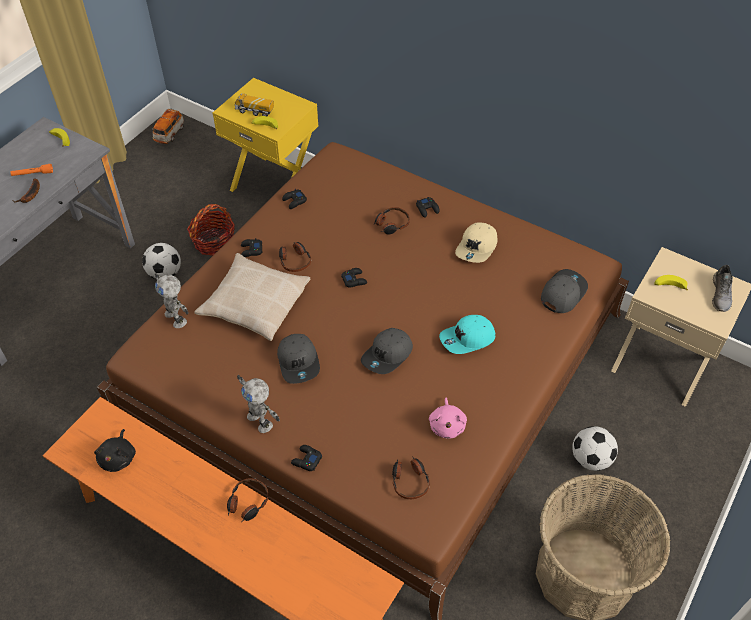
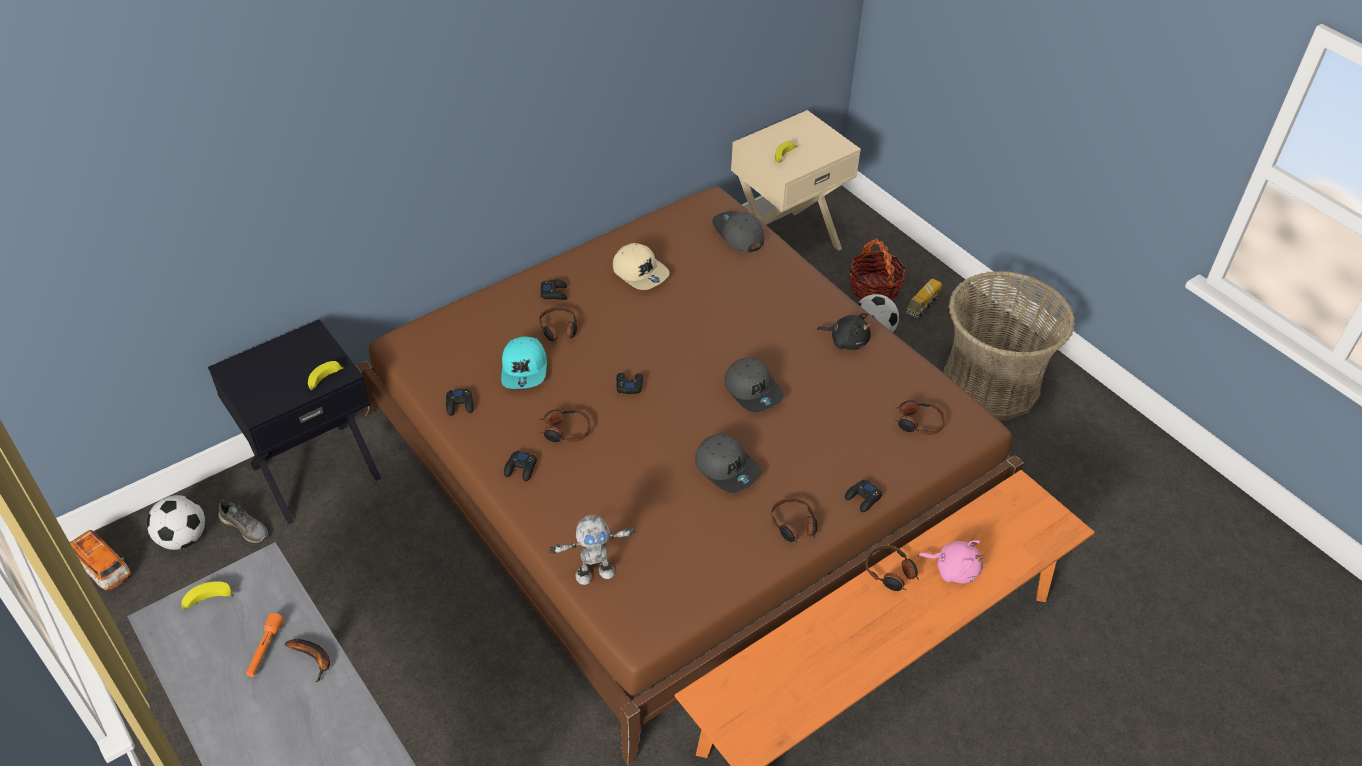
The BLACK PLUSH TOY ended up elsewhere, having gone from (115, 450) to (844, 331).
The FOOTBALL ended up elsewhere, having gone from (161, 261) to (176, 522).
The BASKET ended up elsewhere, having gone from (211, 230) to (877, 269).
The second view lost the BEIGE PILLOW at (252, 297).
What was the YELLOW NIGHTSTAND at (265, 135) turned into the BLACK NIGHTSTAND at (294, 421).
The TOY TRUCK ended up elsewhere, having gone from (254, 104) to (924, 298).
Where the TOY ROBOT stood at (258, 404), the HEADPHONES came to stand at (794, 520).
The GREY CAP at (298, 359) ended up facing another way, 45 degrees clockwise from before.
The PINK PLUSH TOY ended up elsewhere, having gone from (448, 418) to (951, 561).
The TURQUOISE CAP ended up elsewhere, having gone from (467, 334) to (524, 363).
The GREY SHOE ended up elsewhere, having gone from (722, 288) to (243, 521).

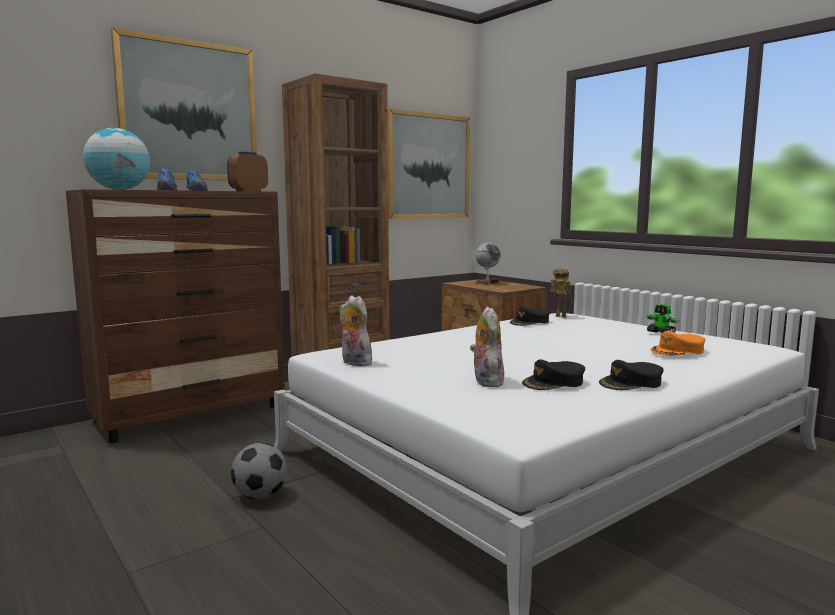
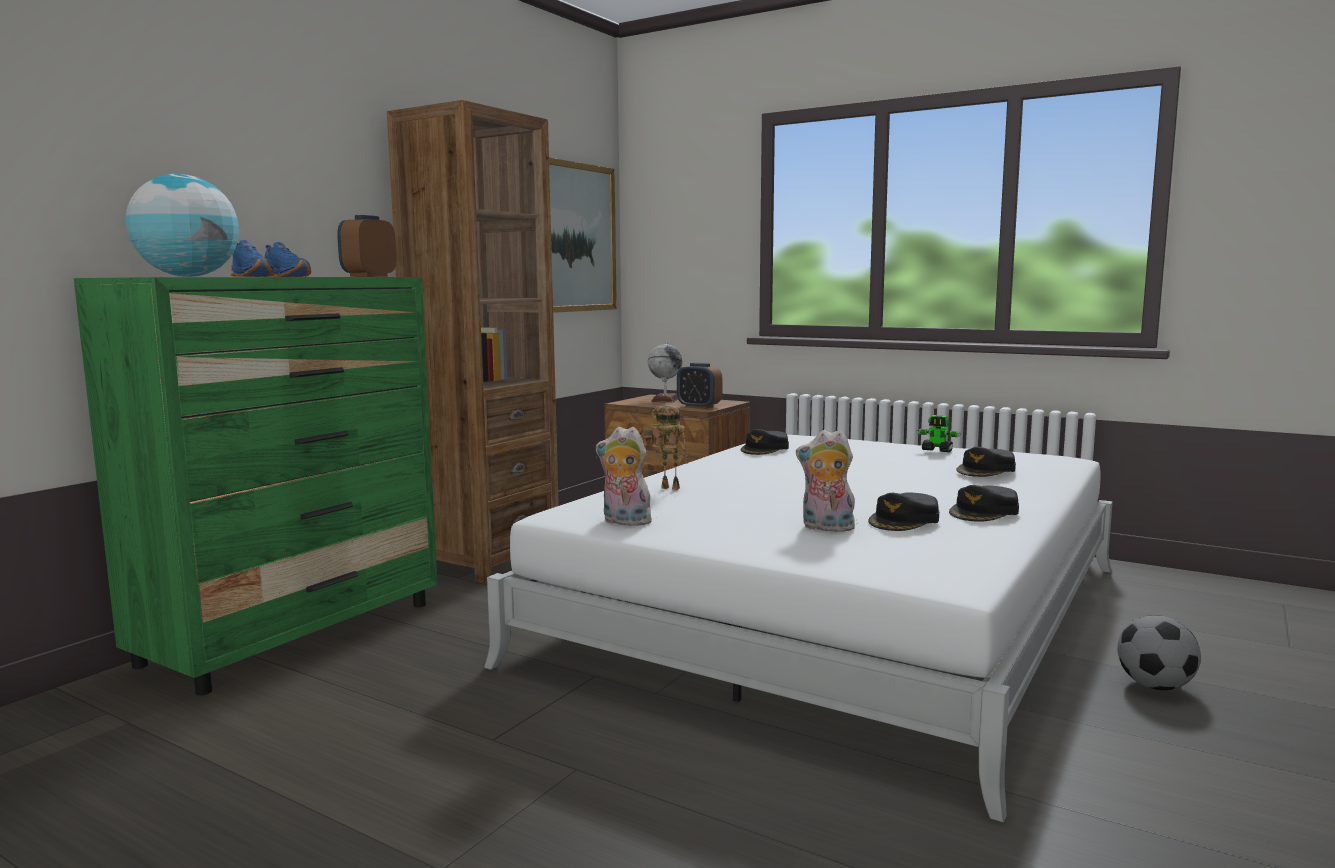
What was the BROWN DRESSER at (175, 316) turned into the GREEN DRESSER at (256, 486).
The second view lost the PICTURE at (184, 103).
The FOOTBALL ended up elsewhere, having gone from (259, 471) to (1159, 652).
The PLUSH TOY at (487, 347) ended up facing another way, 45 degrees counterclockwise from before.
The TOY ROBOT ended up elsewhere, having gone from (561, 293) to (670, 447).
What was the ORANGE CAP at (677, 343) turned into the BLACK CAP at (986, 462).
The second view gained the ALARM CLOCK at (699, 385).

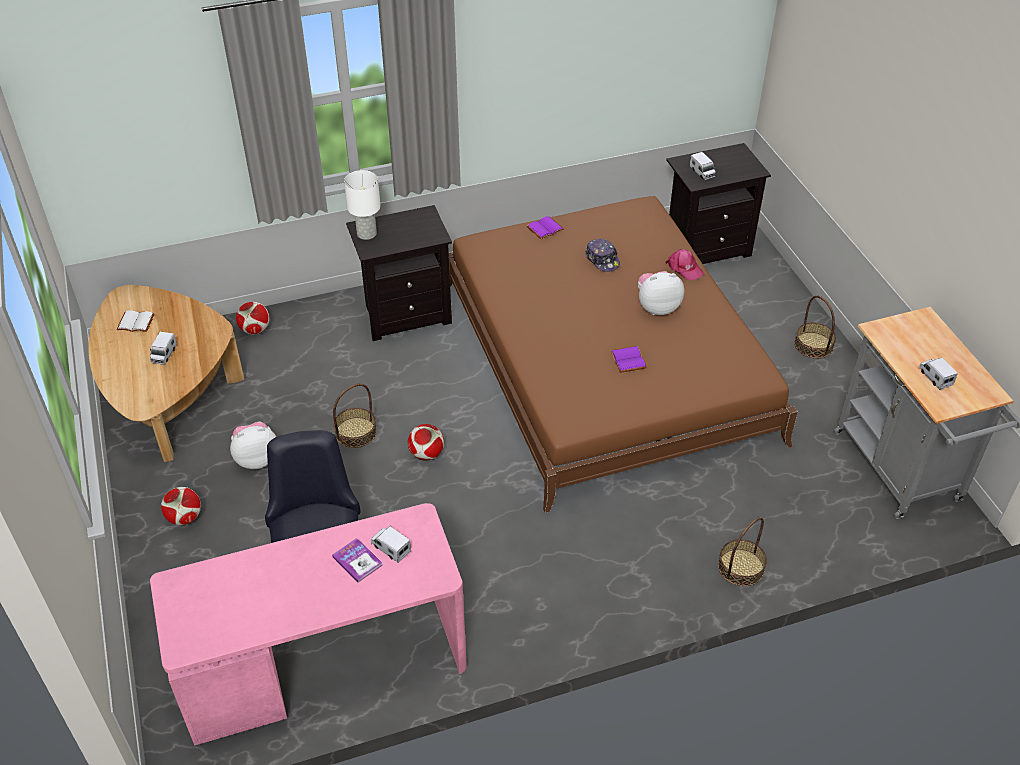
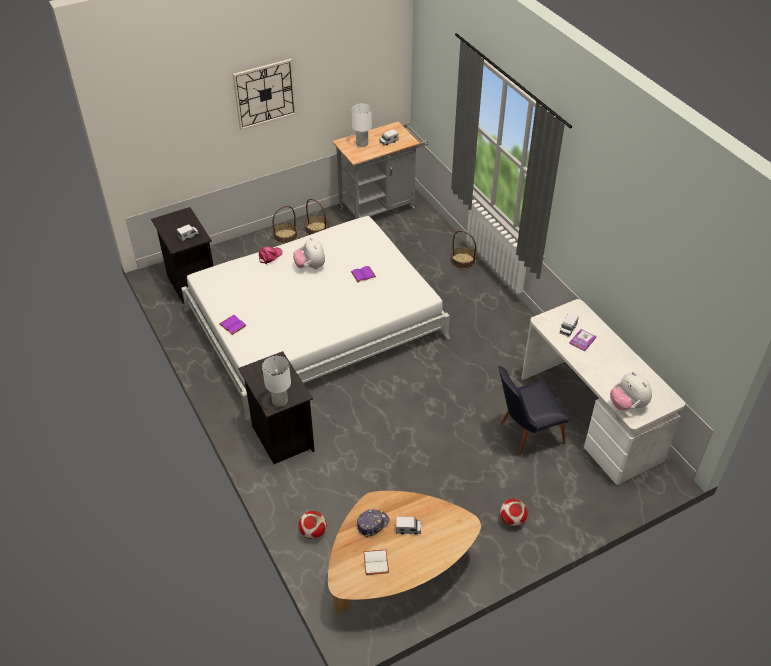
What was the PINK DESK at (308, 624) turned into the WHITE DESK at (603, 392).
The PLUSH TOY ended up elsewhere, having gone from (253, 445) to (631, 391).
The BASKET ended up elsewhere, having gone from (355, 416) to (317, 217).
The second view lost the FOOTBALL at (426, 442).
What was the BROWN BED at (623, 354) turned into the WHITE BED at (315, 318).
The CAP ended up elsewhere, having gone from (602, 255) to (373, 523).
The second view gained the WALL CLOCK at (265, 94).
The second view gained the WHITE TABLE LAMP at (361, 125).

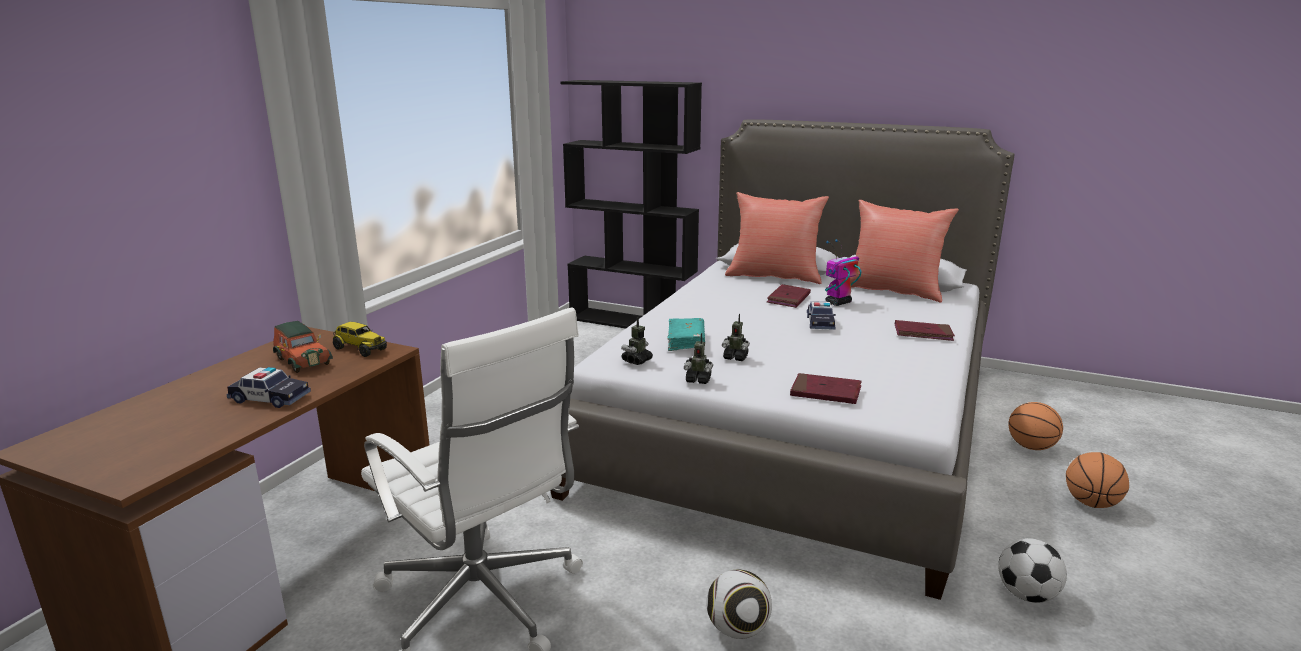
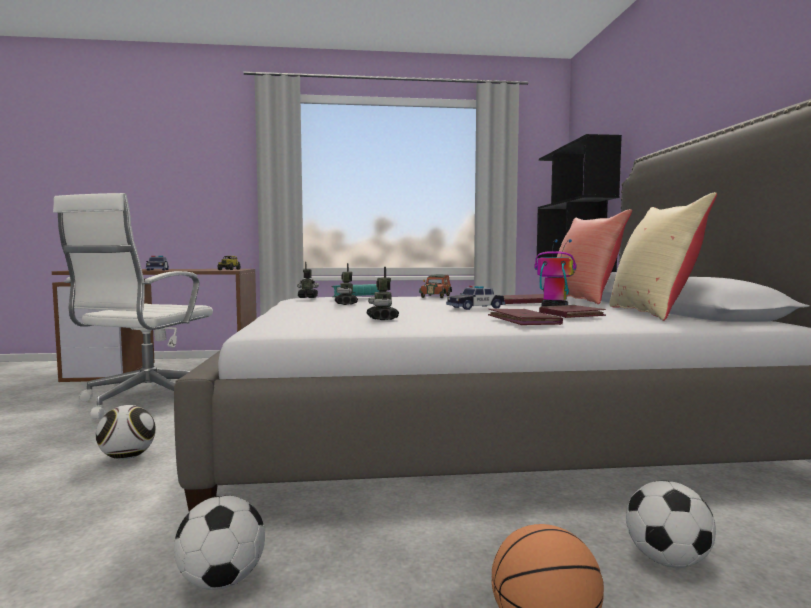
The TOY CAR ended up elsewhere, having gone from (303, 347) to (435, 286).
The TOY ROBOT ended up elsewhere, having gone from (698, 358) to (383, 293).
The RED BOOK ended up elsewhere, having gone from (826, 388) to (572, 311).
What was the RED PILLOW at (904, 251) turned into the BEIGE PILLOW at (663, 256).
Where the BASKETBALL stood at (1036, 426), the FOOTBALL came to stand at (671, 524).

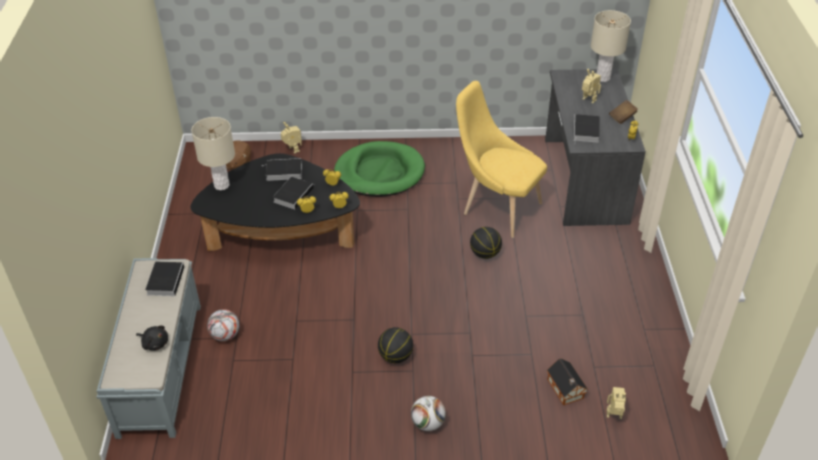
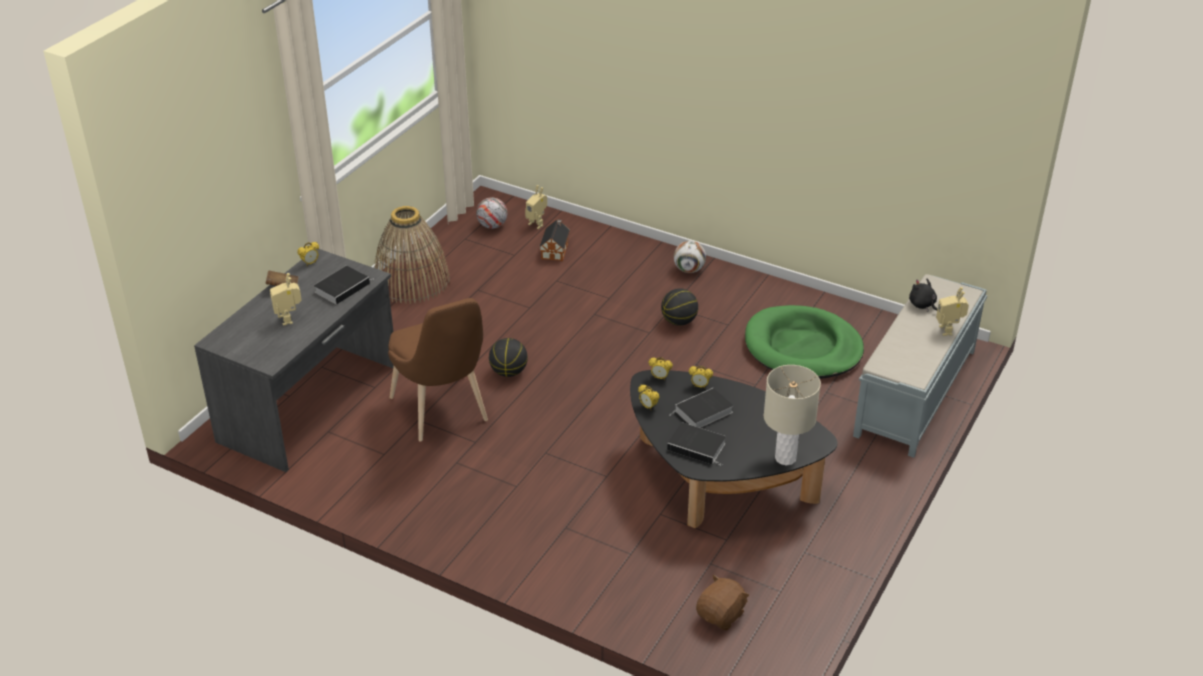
The second view lost the BOOK at (164, 279).
The FOOTBALL ended up elsewhere, having gone from (223, 325) to (491, 213).
The TOY ROBOT ended up elsewhere, having gone from (291, 138) to (952, 311).
The GREEN DOG BED ended up elsewhere, having gone from (379, 169) to (804, 342).
What was the YELLOW CHAIR at (501, 159) turned into the BROWN CHAIR at (438, 370).
The second view lost the BEIGE TABLE LAMP at (611, 46).
The second view gained the BASKET at (412, 255).

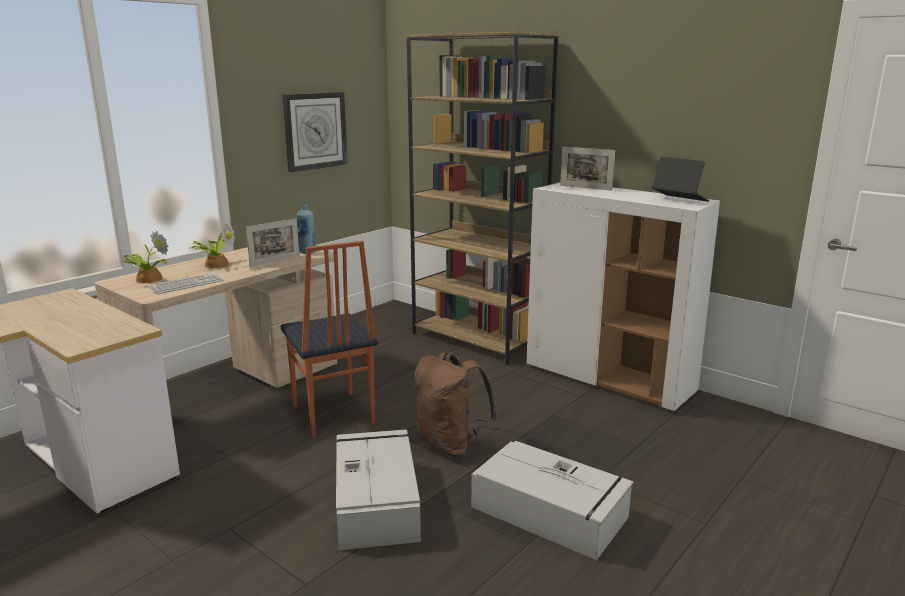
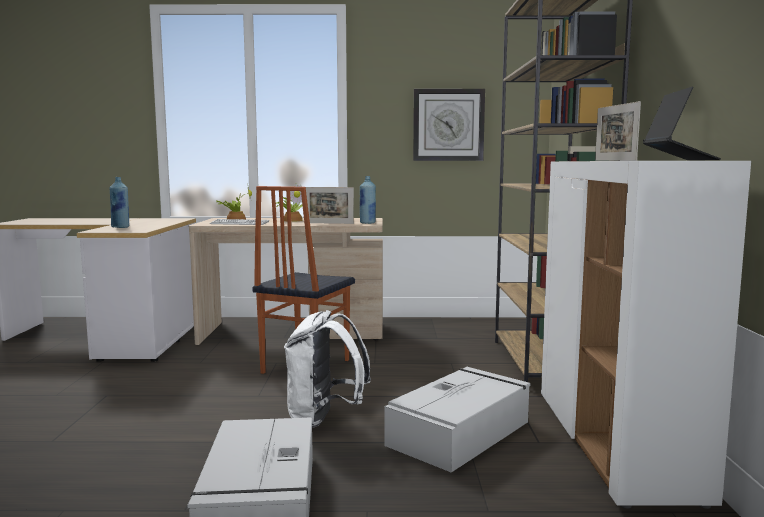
The GREY STORAGE BOX ended up elsewhere, having gone from (378, 489) to (458, 420).
What was the BROWN BACKPACK at (456, 404) turned into the WHITE BACKPACK at (327, 369).
The second view gained the BLUE BOTTLE at (119, 202).

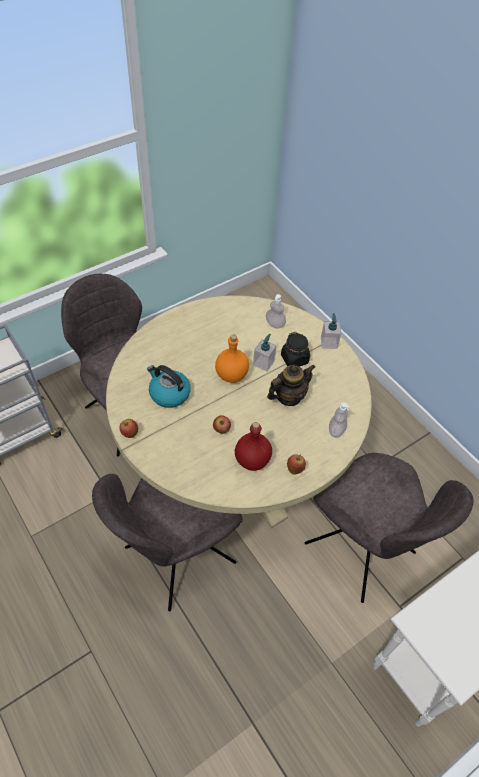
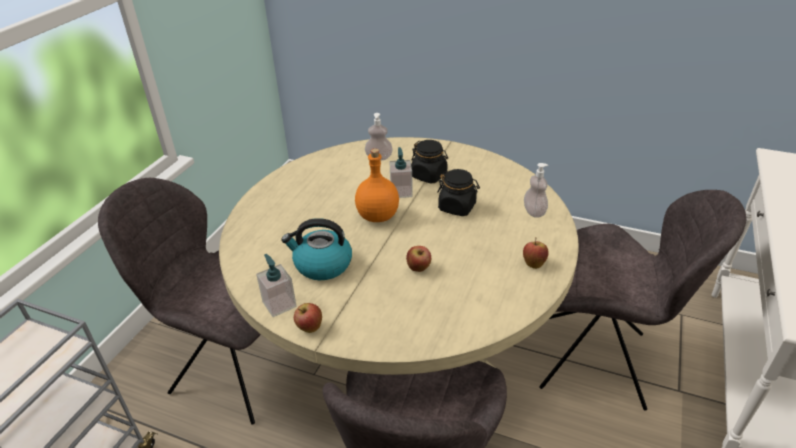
The second view lost the RED BOTTLE at (253, 446).
Where the TEAPOT stood at (291, 385), the BLACK JAR came to stand at (458, 192).
The SOAP DISPENSER ended up elsewhere, having gone from (331, 331) to (276, 285).

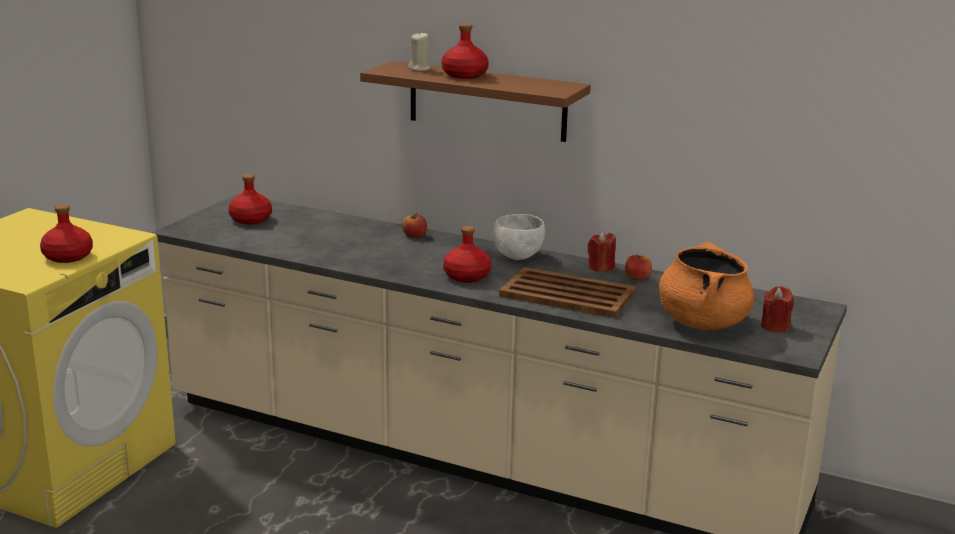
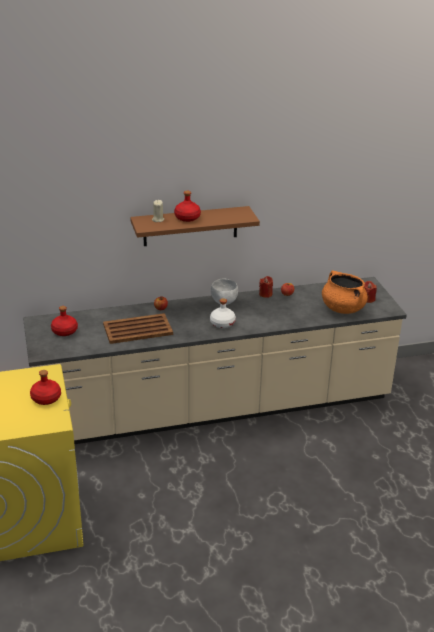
What was the RED BOTTLE at (467, 254) turned into the WHITE BOTTLE at (223, 313).
The BROWN TRAY ended up elsewhere, having gone from (567, 292) to (138, 328).

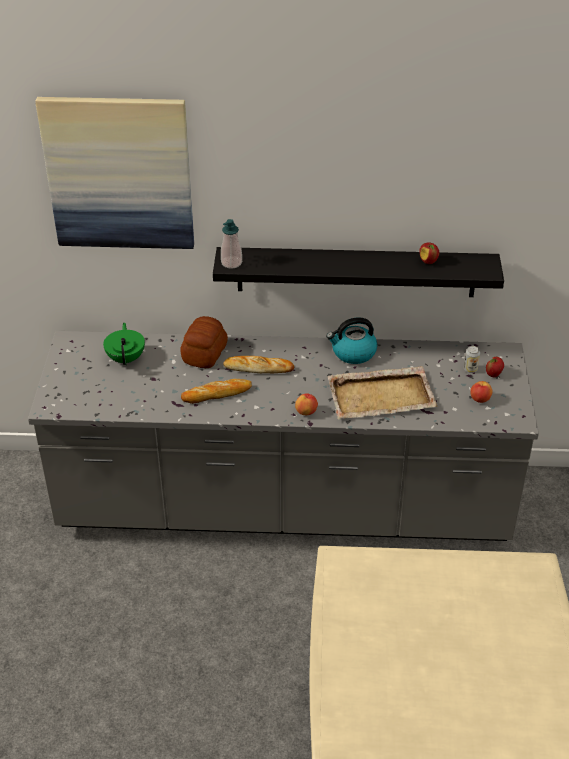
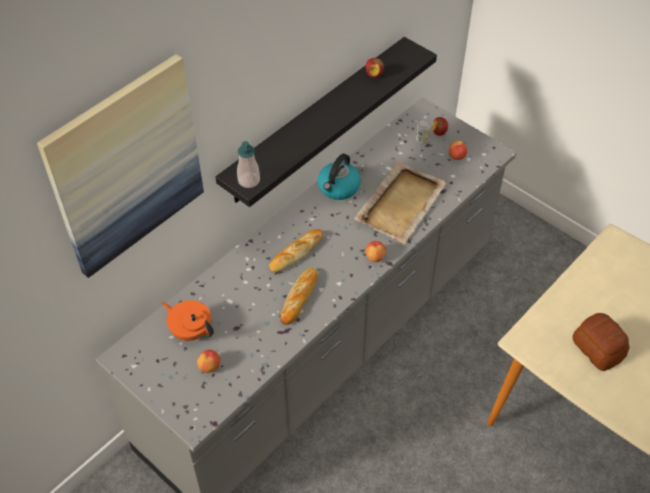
What was the GREEN TEAPOT at (124, 344) turned into the ORANGE TEAPOT at (188, 320).
The BREAD ended up elsewhere, having gone from (204, 342) to (601, 342).
The second view gained the APPLE at (208, 361).

